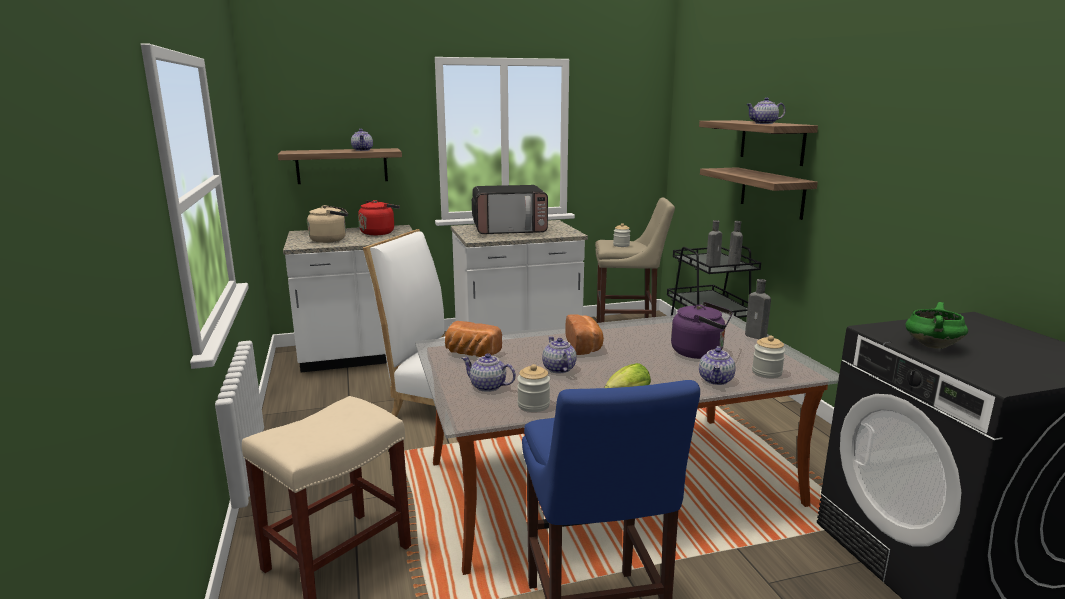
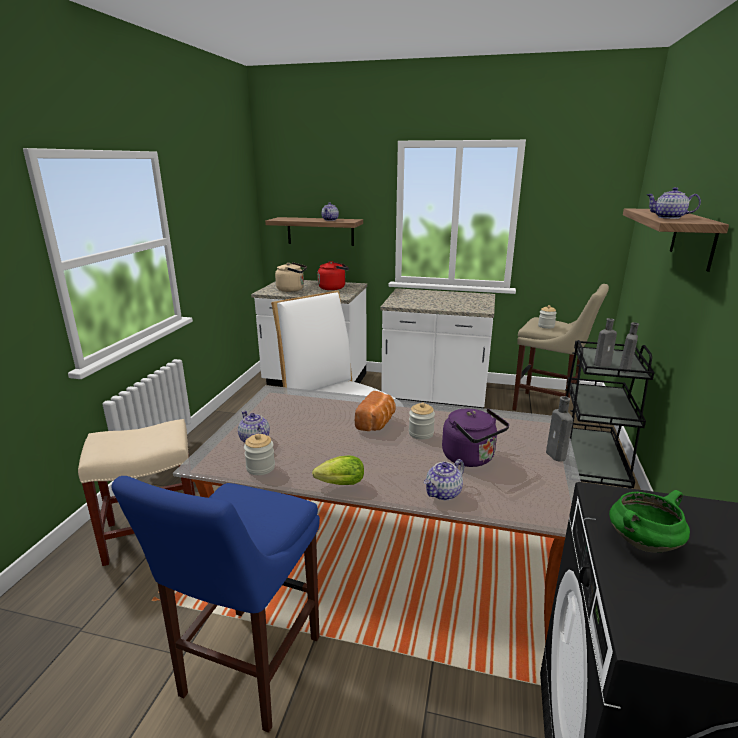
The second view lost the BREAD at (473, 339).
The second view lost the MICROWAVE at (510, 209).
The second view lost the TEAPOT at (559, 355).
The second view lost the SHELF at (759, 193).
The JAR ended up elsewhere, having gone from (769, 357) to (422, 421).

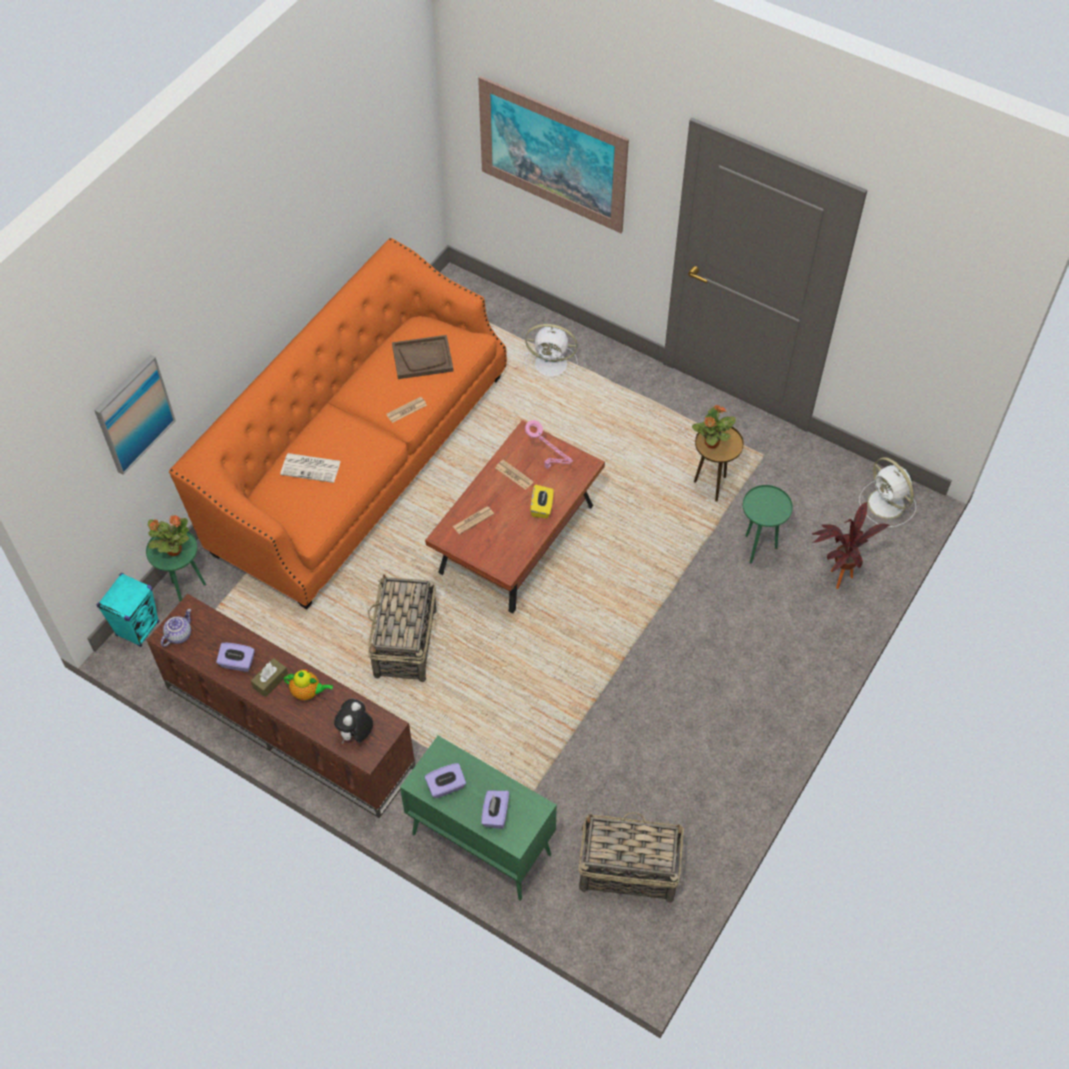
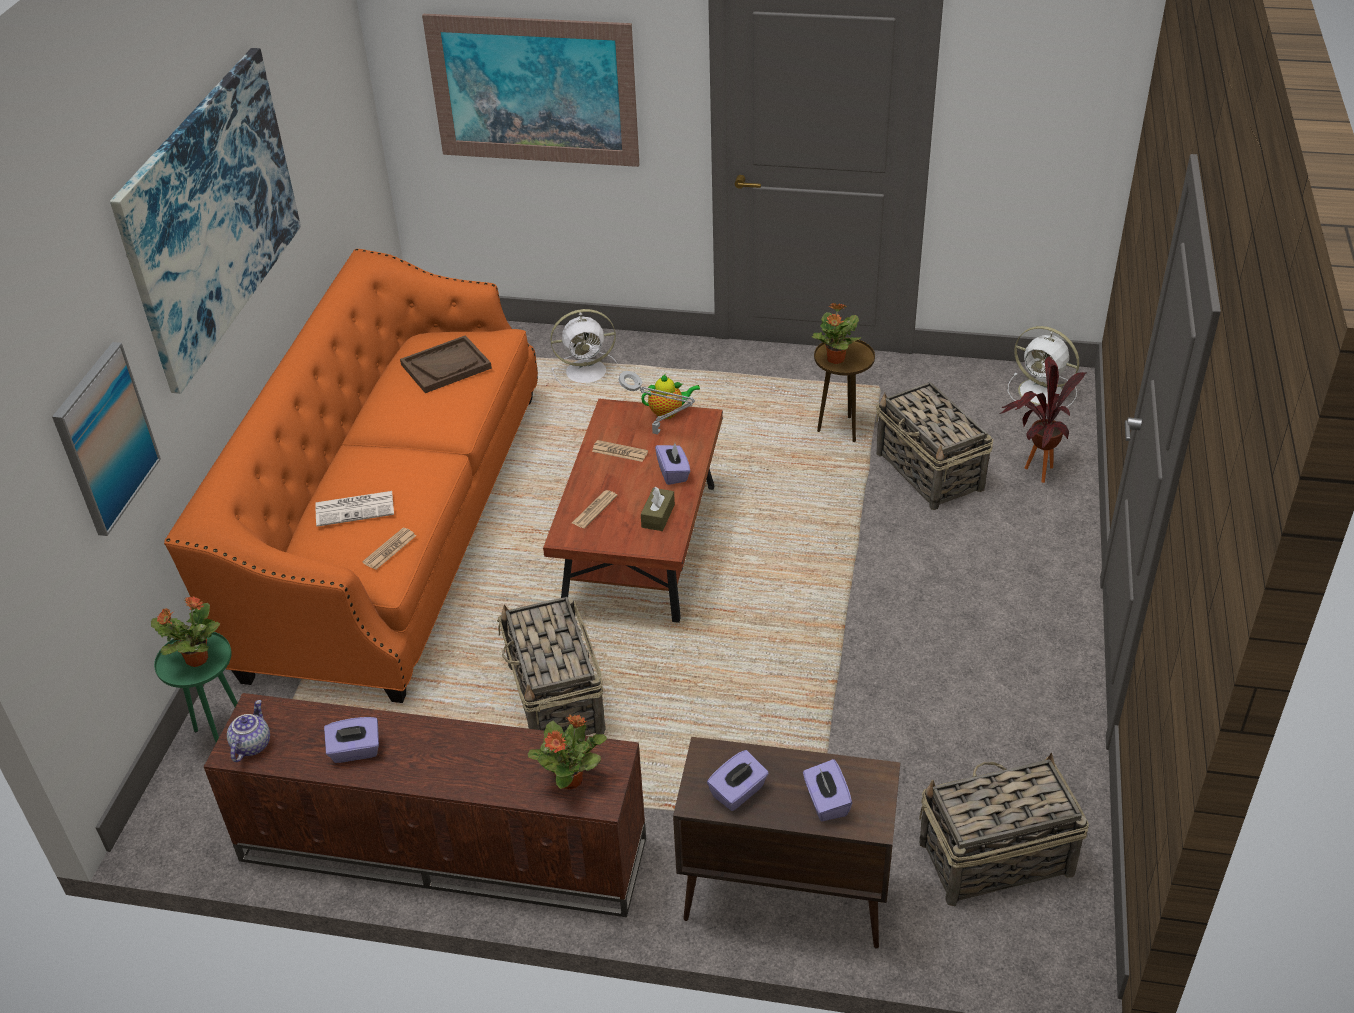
The second view lost the TURQUOISE SPEAKER at (127, 610).
The BROWN TISSUE BOX ended up elsewhere, having gone from (269, 677) to (658, 509).
The TEAPOT ended up elsewhere, having gone from (308, 684) to (670, 396).
Where the PLUSH TOY stood at (353, 721), the POTTED PLANT came to stand at (567, 752).
The NEWSPAPER ended up elsewhere, having gone from (406, 410) to (389, 549).
What was the GREEN CABINET at (478, 818) turned into the BROWN CABINET at (786, 842).
What was the PINK TABLE LAMP at (549, 444) turned into the GREY TABLE LAMP at (656, 403).
What was the YELLOW TISSUE BOX at (541, 501) turned into the PURPLE TISSUE BOX at (672, 464).
Where the GREEN SIDE TABLE stood at (768, 524), the BASKET came to stand at (934, 446).
The second view gained the PICTURE at (205, 221).

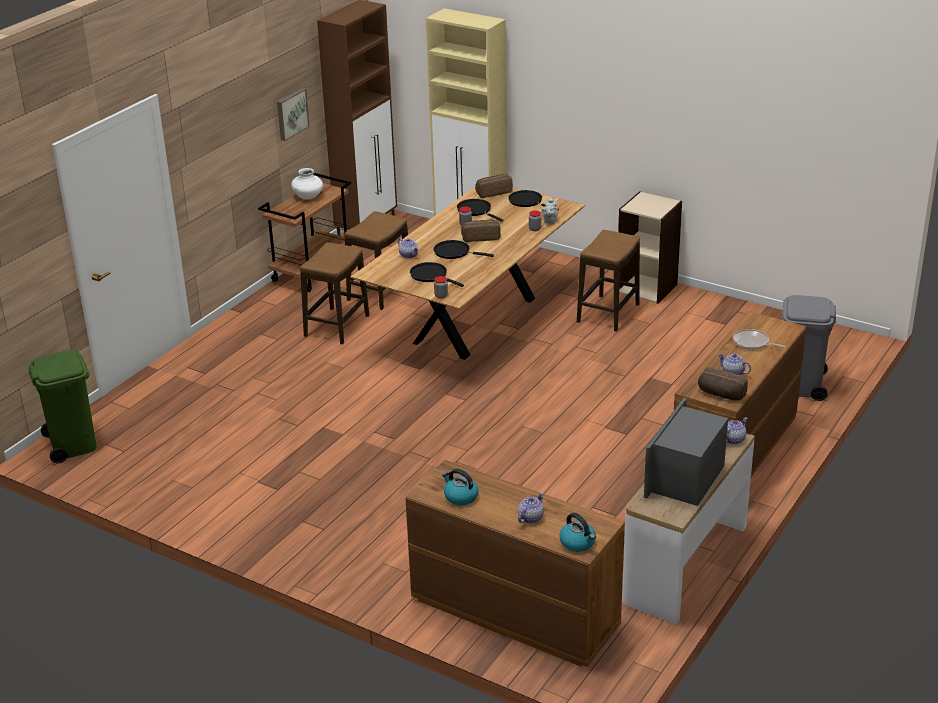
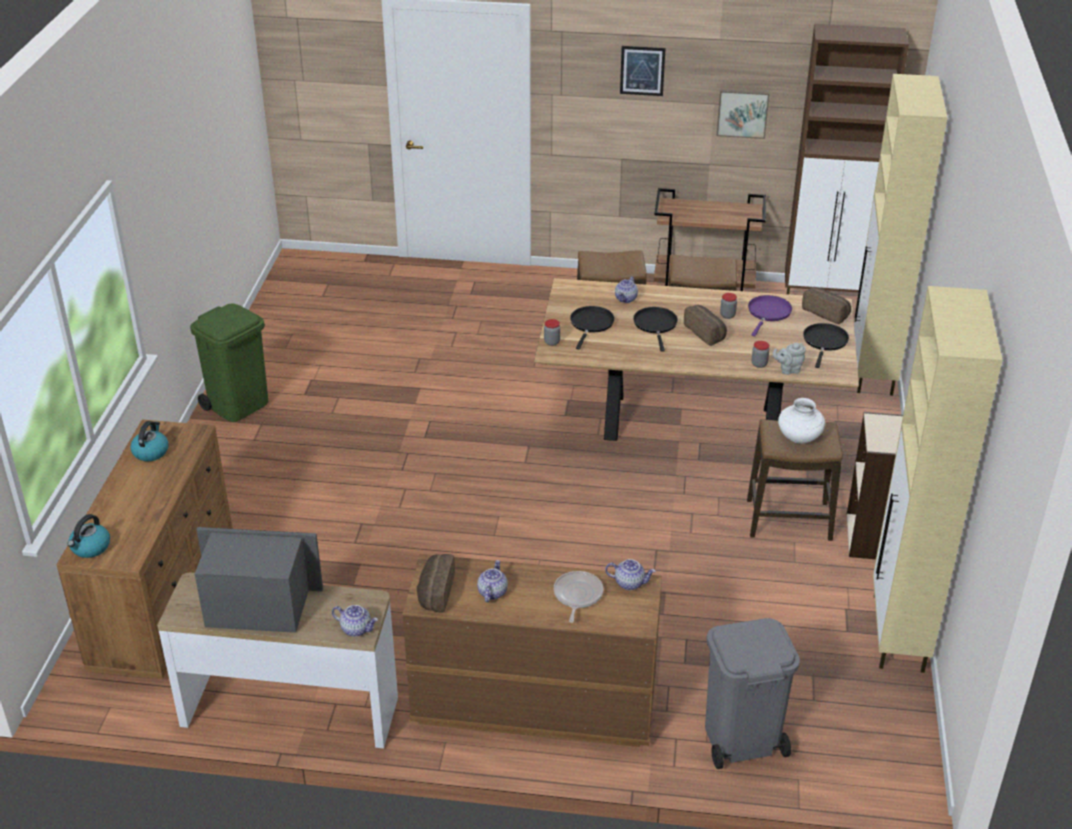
The GREEN TRASH CAN ended up elsewhere, having gone from (63, 406) to (229, 363).
The WHITE VASE ended up elsewhere, having gone from (307, 184) to (801, 421).
What was the BLACK FRYING PAN at (480, 210) turned into the PURPLE FRYING PAN at (770, 315).
The TEAPOT ended up elsewhere, having gone from (531, 507) to (630, 574).
The second view gained the PICTURE at (643, 71).
The second view gained the BEIGE CABINET at (937, 479).

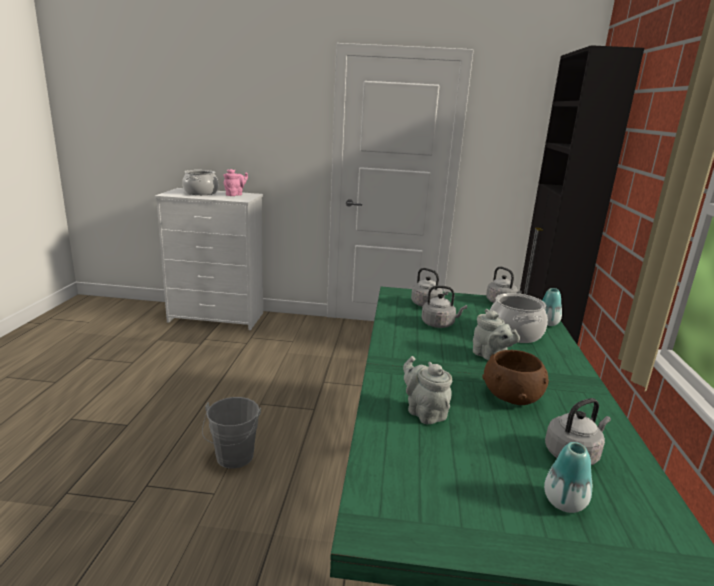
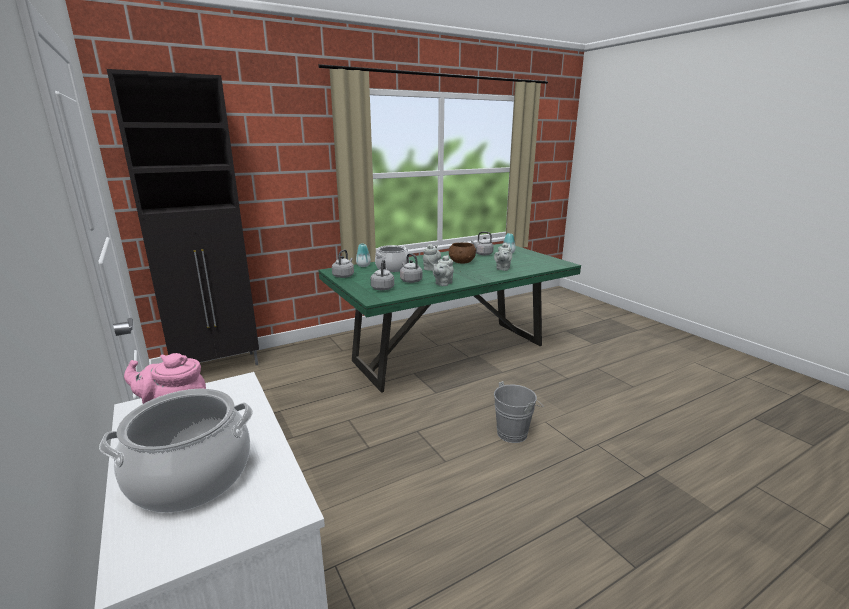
The second view gained the GREY TEAPOT at (443, 270).

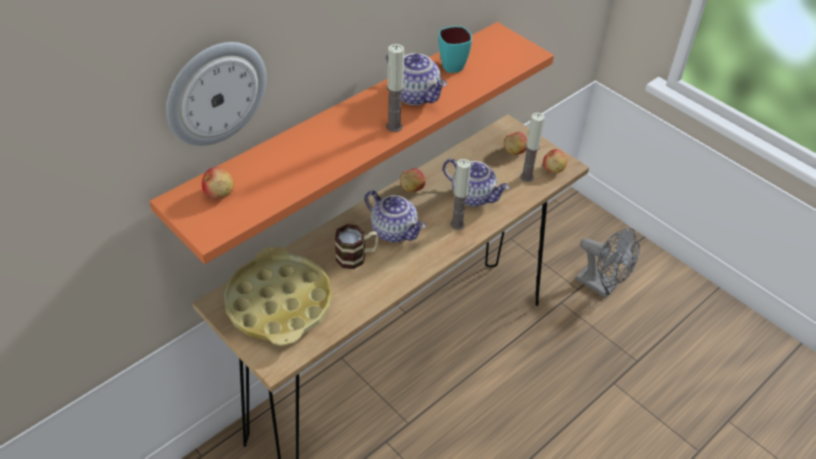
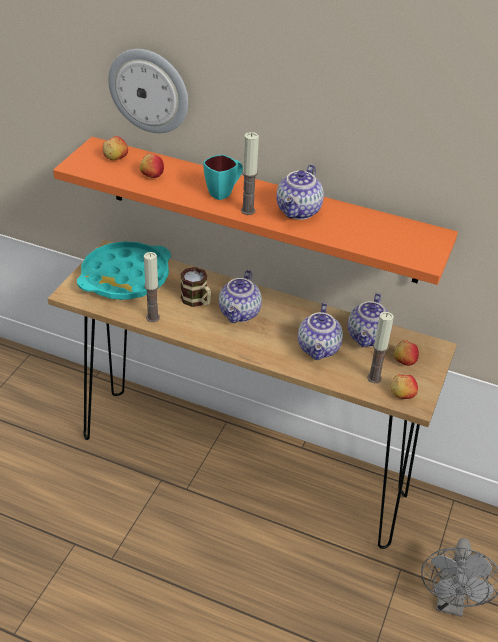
What was the YELLOW TRAY at (278, 296) turned into the TURQUOISE TRAY at (124, 270).
The APPLE ended up elsewhere, having gone from (412, 180) to (152, 165).
The TURQUOISE MUG ended up elsewhere, having gone from (455, 49) to (223, 177).
The CANDLE ended up elsewhere, having gone from (460, 194) to (152, 287).
The second view gained the TEAPOT at (370, 320).

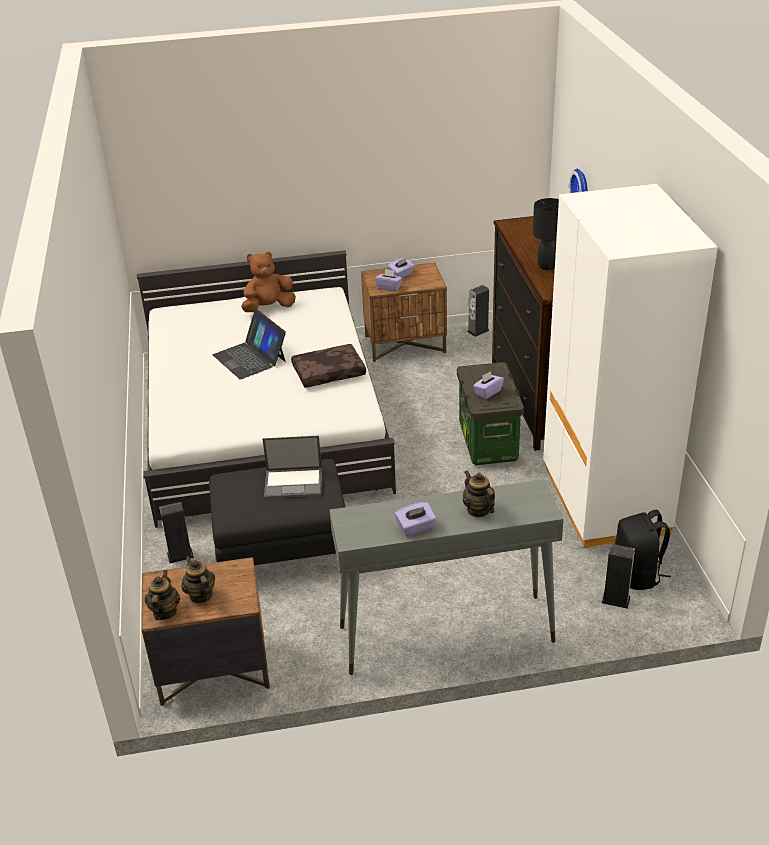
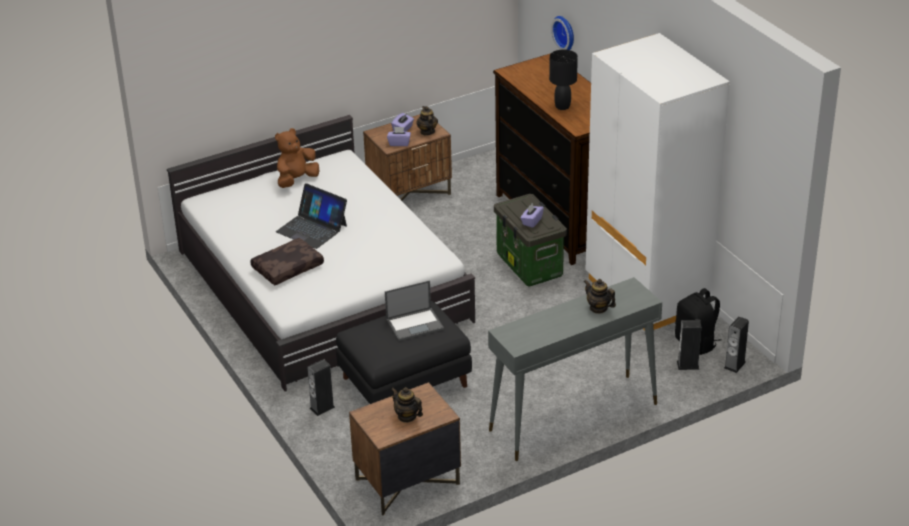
The TEAPOT ended up elsewhere, having gone from (162, 595) to (427, 120).
The BROWN PILLOW ended up elsewhere, having gone from (328, 366) to (287, 261).
The second view lost the PURPLE TISSUE BOX at (415, 519).
The SPEAKER ended up elsewhere, having gone from (478, 311) to (736, 344).

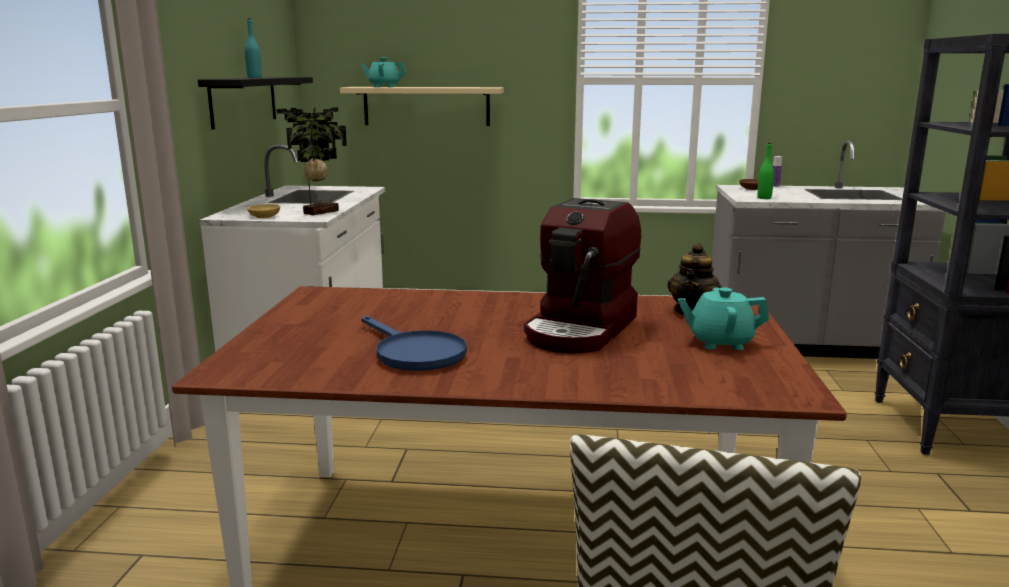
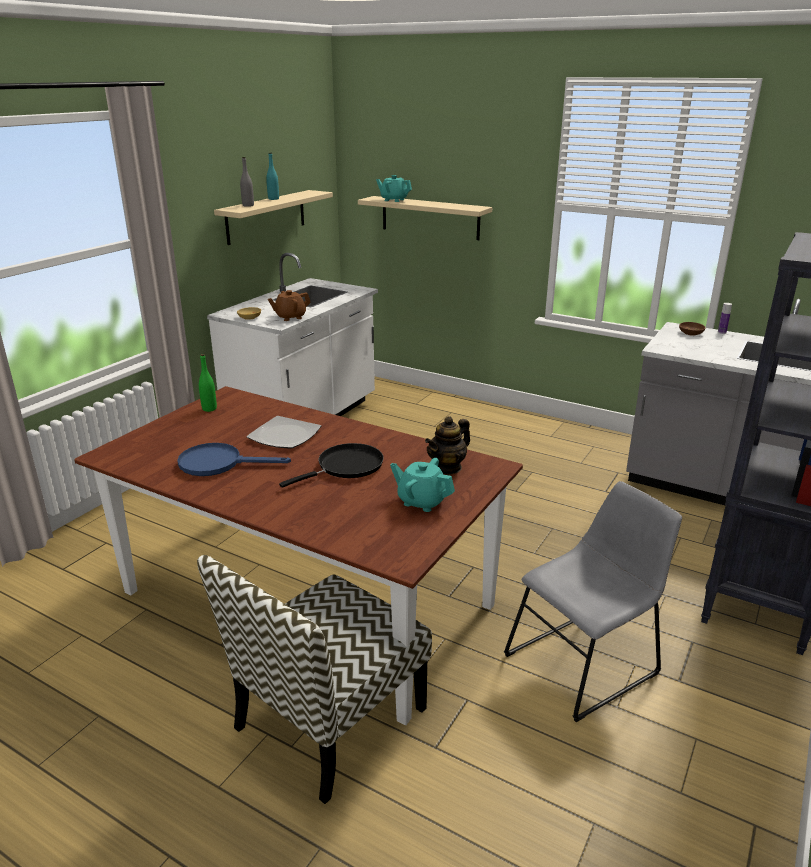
What was the BLACK SHELF at (255, 103) turned into the BEIGE SHELF at (273, 217).
Where the POTTED PLANT stood at (312, 161), the BROWN TEAPOT came to stand at (289, 305).
The BLUE FRYING PAN at (414, 343) ended up facing another way, 105 degrees clockwise from before.
Where the COFFEE MACHINE stood at (582, 276), the BLACK FRYING PAN came to stand at (331, 465).
The GREEN BOTTLE ended up elsewhere, having gone from (765, 171) to (208, 383).
The second view gained the GREY BOTTLE at (247, 182).
The second view gained the PLATE at (283, 432).
The second view gained the GREY CHAIR at (593, 601).

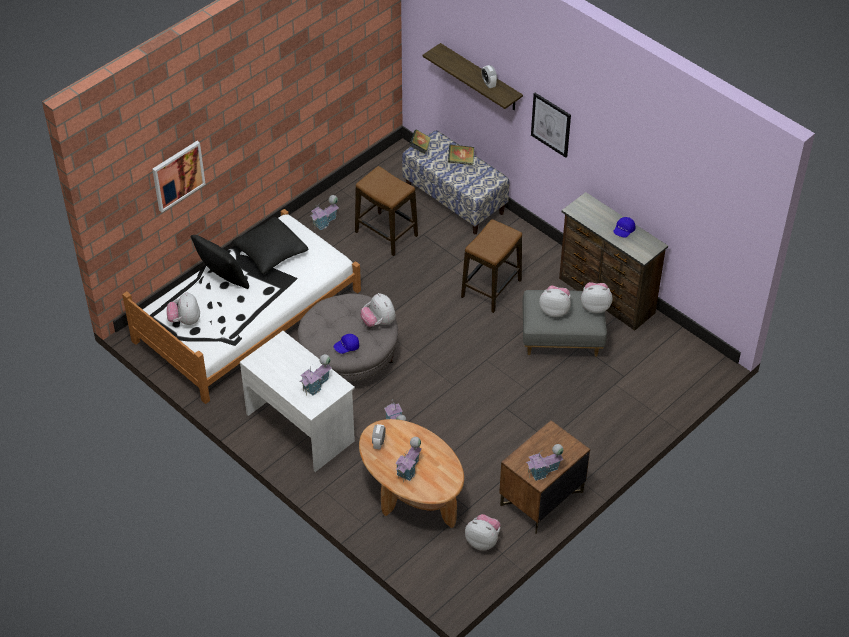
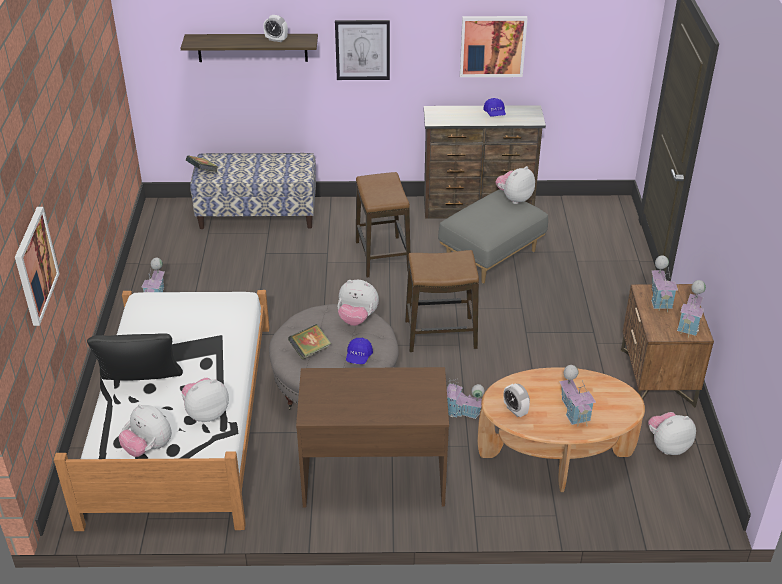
The second view lost the BLACK PILLOW at (270, 245).
What was the WHITE DESK at (297, 401) turned into the BROWN DESK at (372, 437).
The TOY HOUSE ended up elsewhere, having gone from (315, 375) to (664, 283).
The STOOL ended up elsewhere, having gone from (386, 211) to (442, 301).
The BOOK ended up elsewhere, having gone from (461, 154) to (309, 342).
The PLUSH TOY ended up elsewhere, having gone from (555, 301) to (205, 399).
The second view gained the PICTURE at (493, 46).

